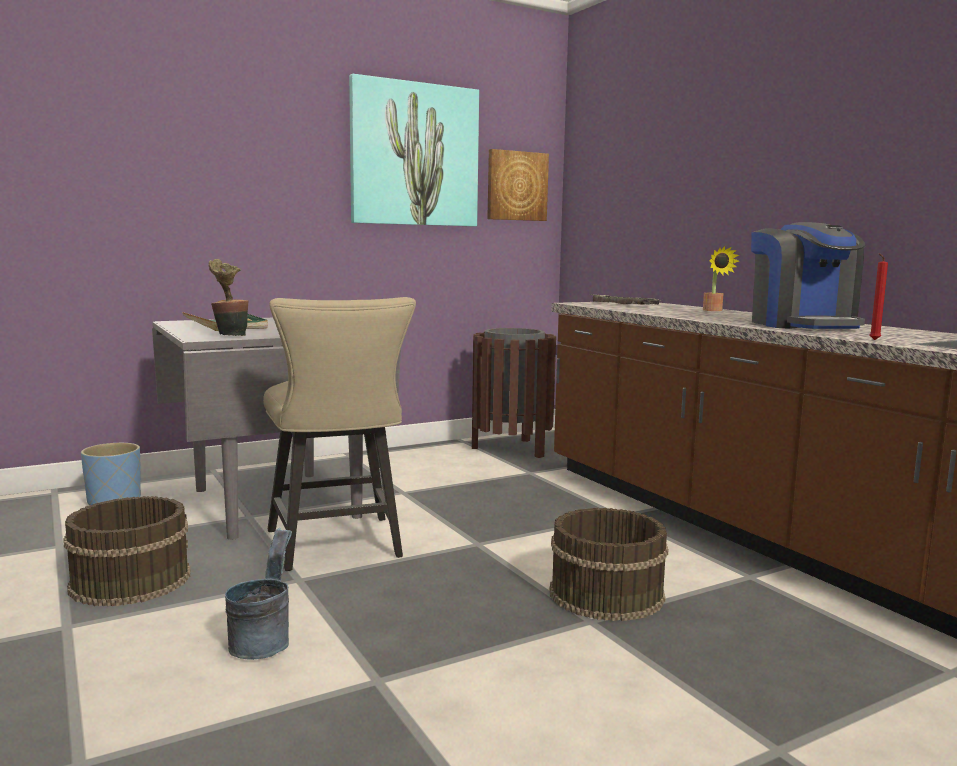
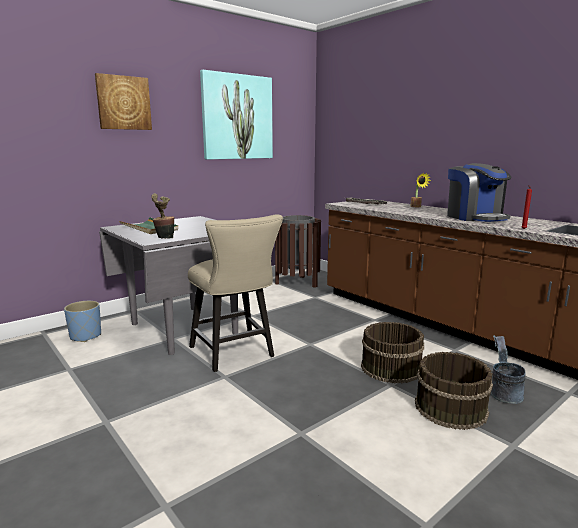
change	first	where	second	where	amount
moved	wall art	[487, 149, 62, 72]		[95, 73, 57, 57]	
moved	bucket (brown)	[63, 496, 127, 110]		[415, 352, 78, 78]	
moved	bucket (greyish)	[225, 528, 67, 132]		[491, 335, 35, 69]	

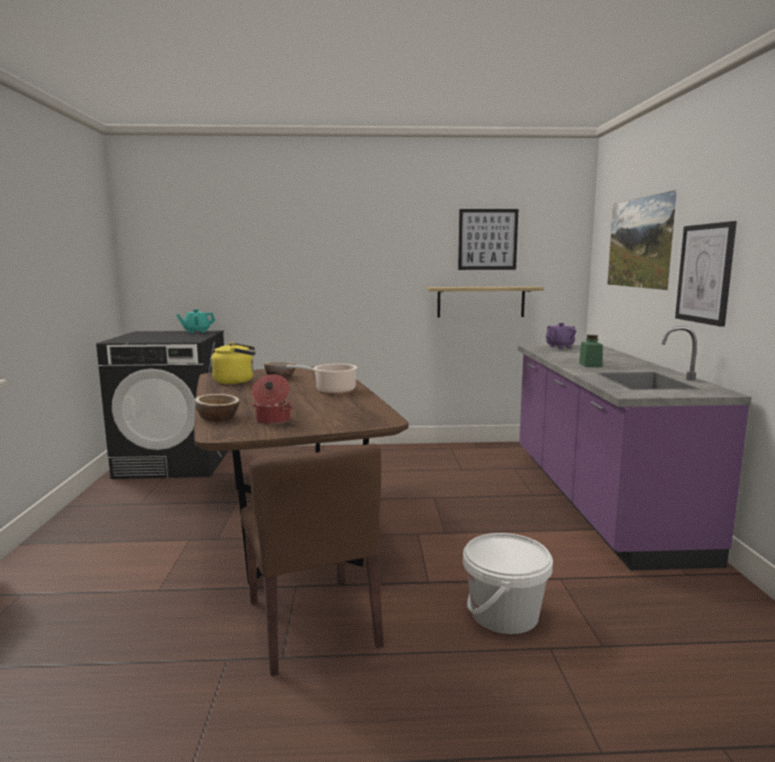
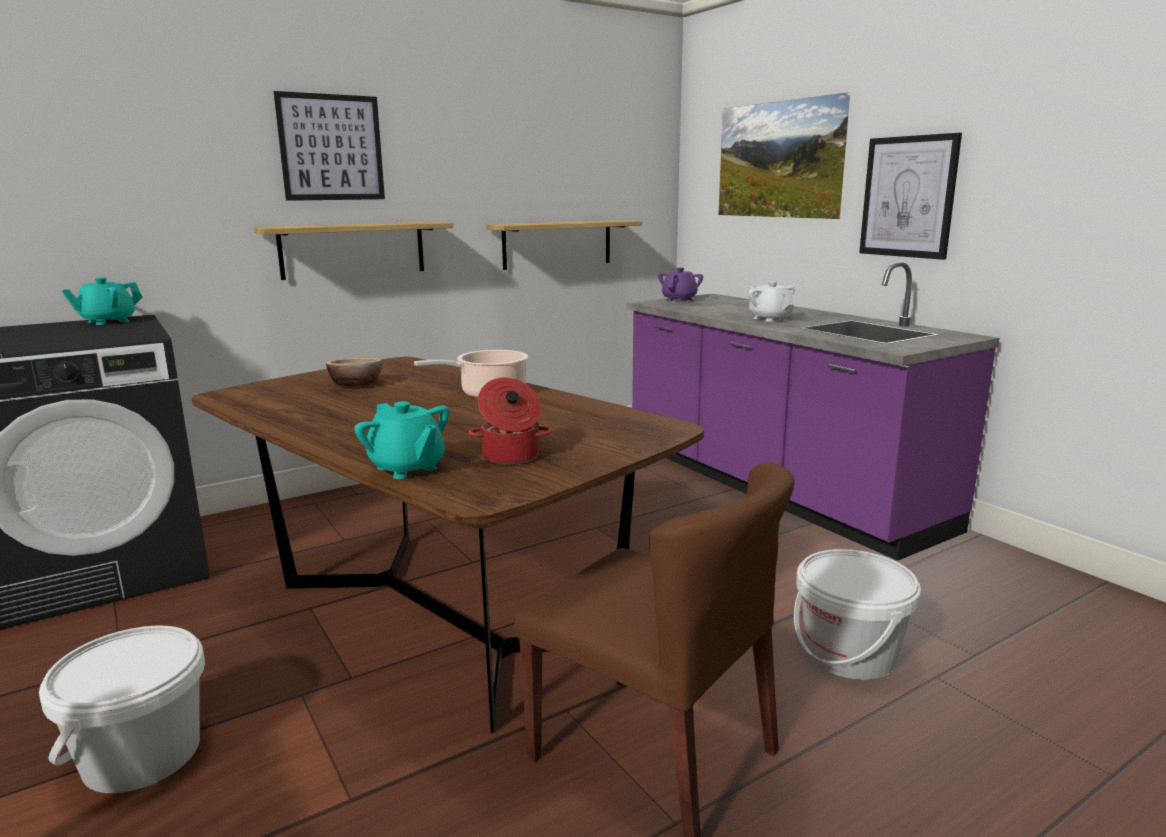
change	first	where	second	where	amount
moved	wall art	[458, 209, 60, 61]		[273, 91, 112, 110]	
replaced	preserve jar (green-coloured)	[579, 335, 24, 32]	pot for tea (white)	[749, 281, 46, 41]	
removed	water kettle (yellow)	[211, 343, 45, 41]			
replaced	deep dish	[195, 394, 44, 27]	pot for tea (turquoise)	[354, 401, 95, 78]	
added			wall shelf	[254, 222, 199, 58]	
added			bucket (white)	[39, 626, 166, 167]	

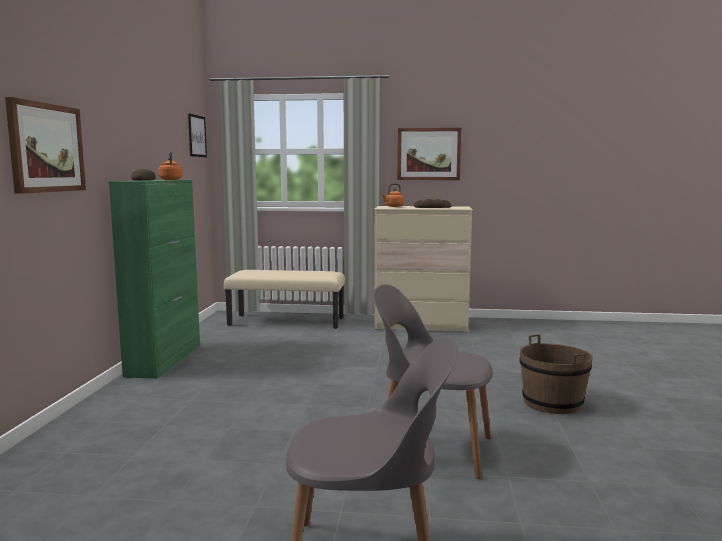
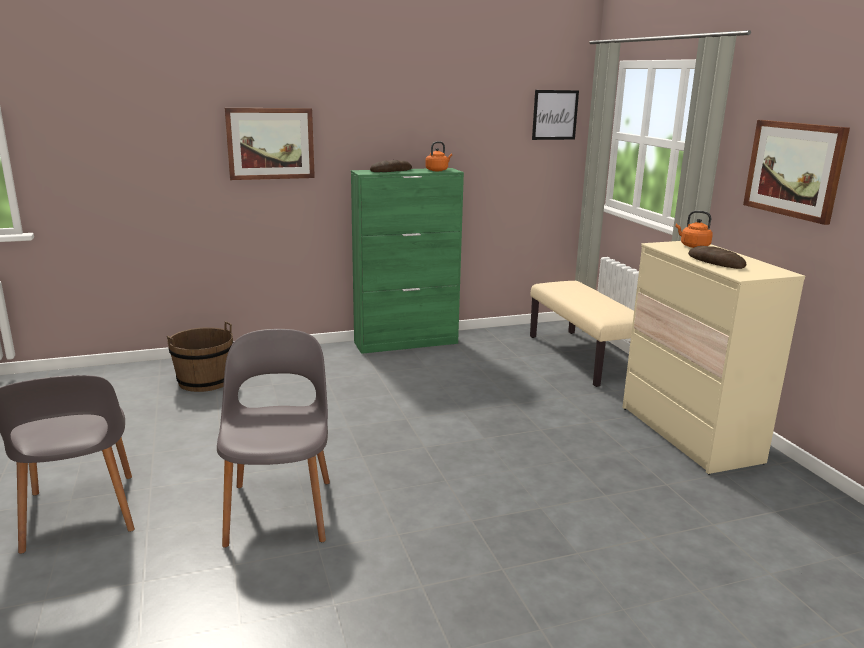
change	first	where	second	where	amount
moved	bucket (brown)	[519, 334, 74, 80]		[167, 321, 67, 71]	

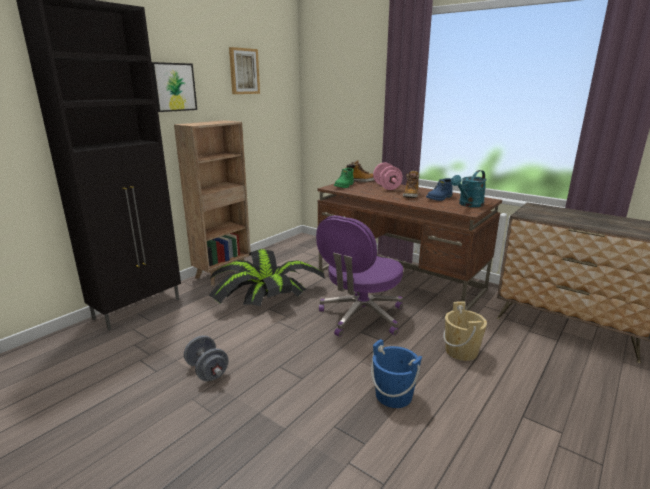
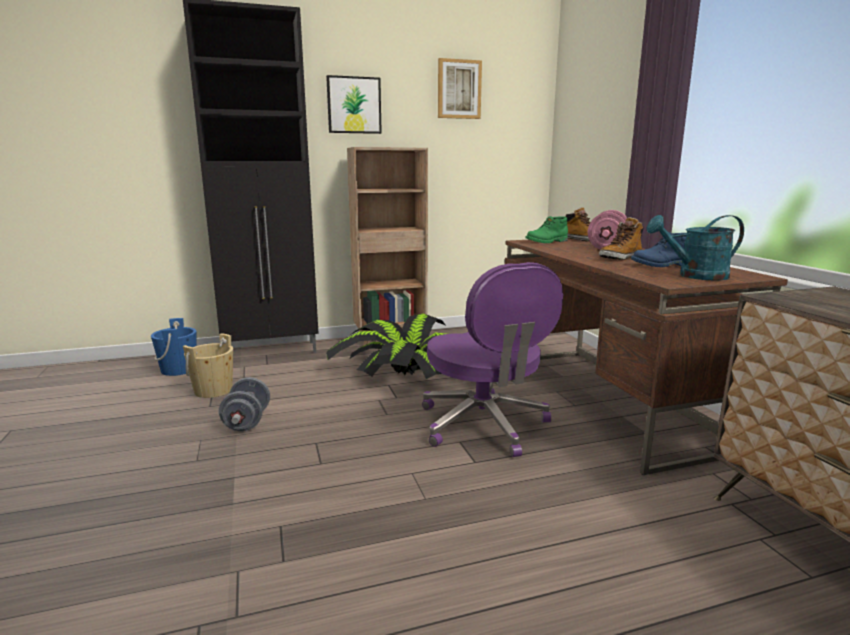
change	first	where	second	where	amount
turned	desk chair (purple-coloured)	[316, 216, 87, 121]		[422, 262, 141, 195]	90 degrees counterclockwise
moved	bucket (beige)	[443, 301, 44, 60]		[183, 333, 50, 65]	
moved	bucket (blue)	[371, 339, 51, 69]		[151, 318, 46, 58]	

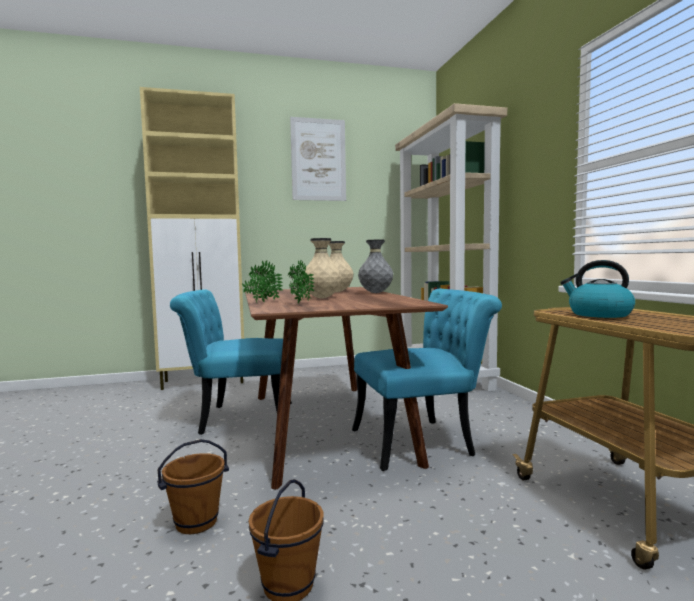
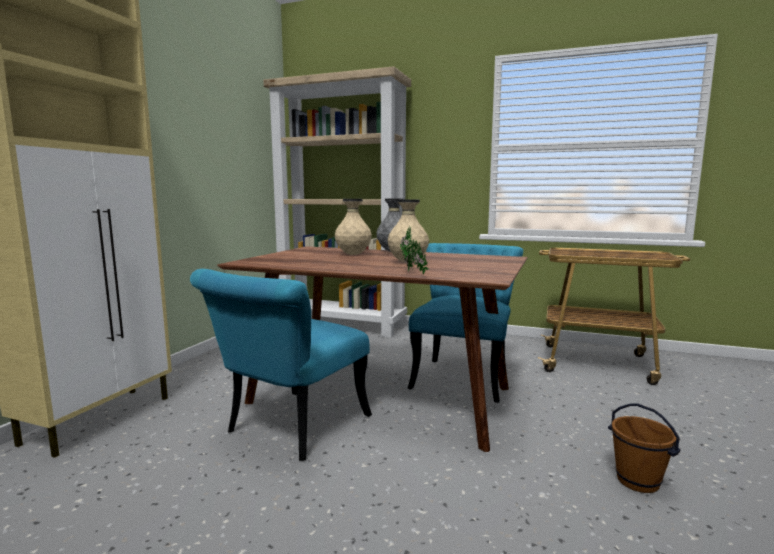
change	first	where	second	where	amount
removed	wall art	[290, 117, 56, 84]			
removed	plant in a pot	[288, 259, 26, 45]			
removed	water kettle	[560, 260, 75, 58]			
removed	bucket (brown)	[157, 439, 72, 95]			

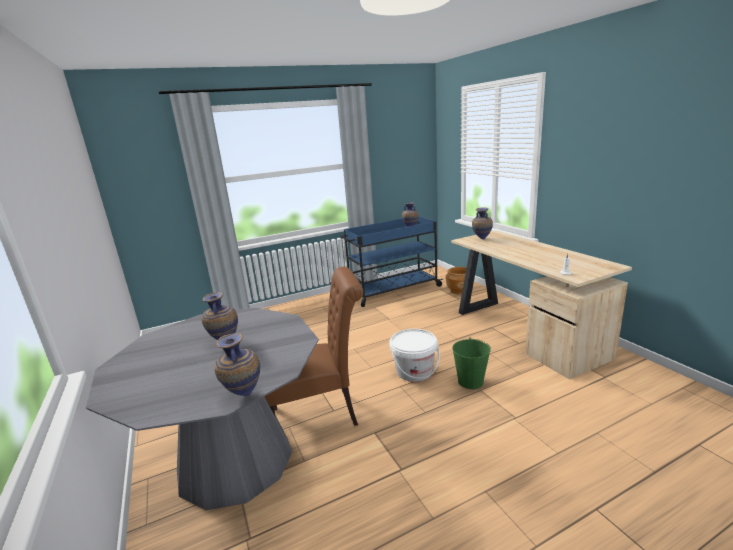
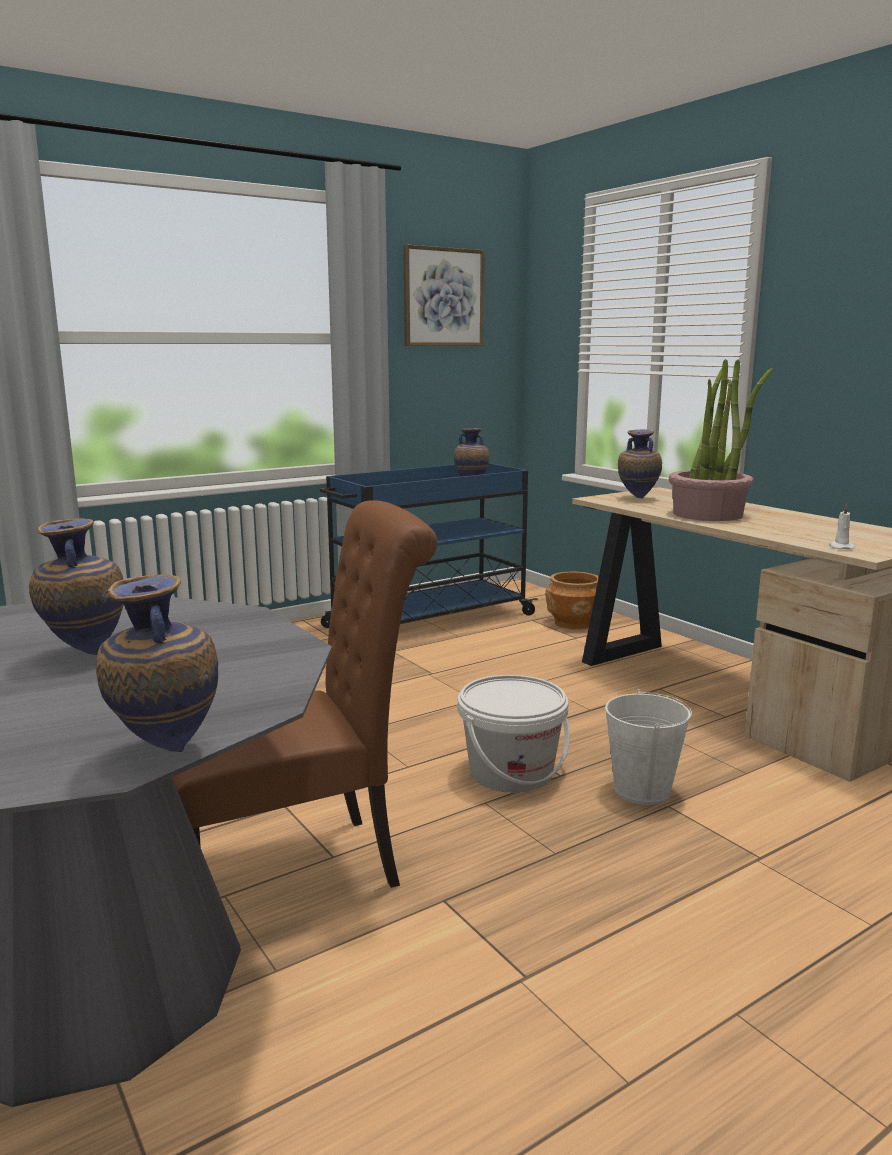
change	first	where	second	where	amount
recoloured	bucket (green-coloured)	[452, 337, 39, 52]	bucket (white)	[605, 689, 87, 116]	
added			wall art	[403, 244, 82, 102]	
added			plant in a pot	[669, 359, 104, 162]	

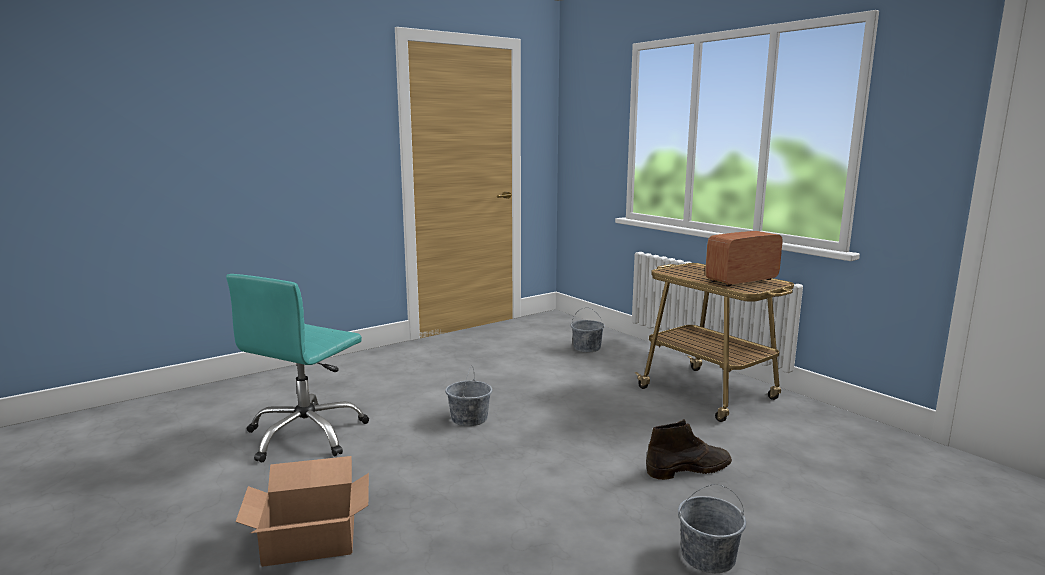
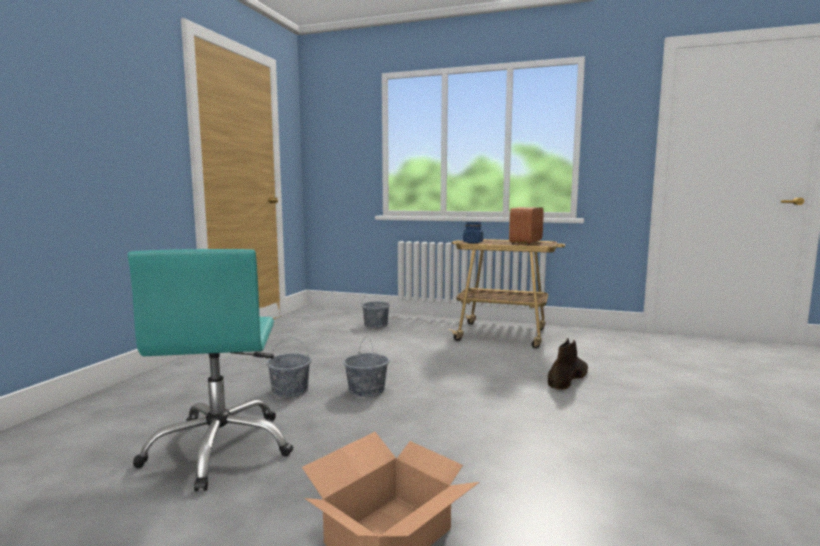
change	first	where	second	where	amount
moved	bucket (greyish)	[678, 484, 68, 89]		[266, 338, 45, 60]	
added			preserve jar (blue)	[463, 221, 20, 22]	

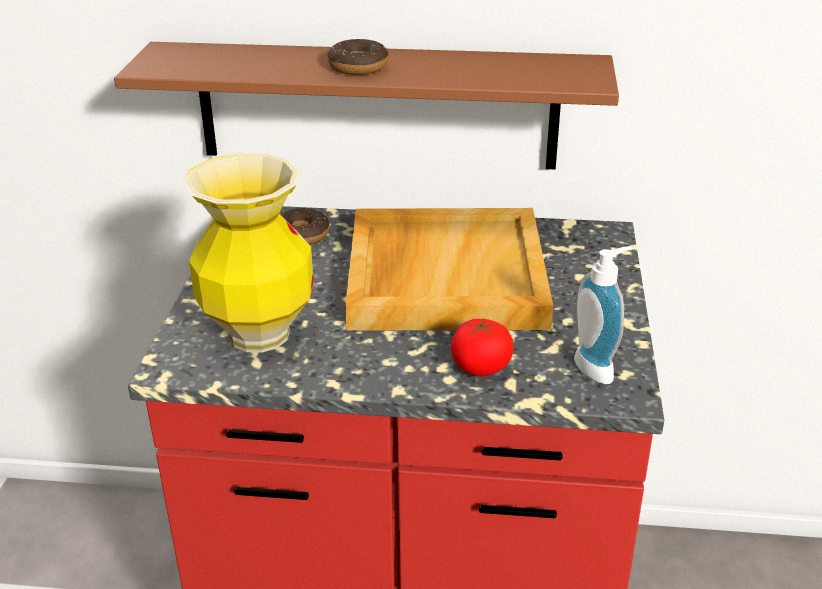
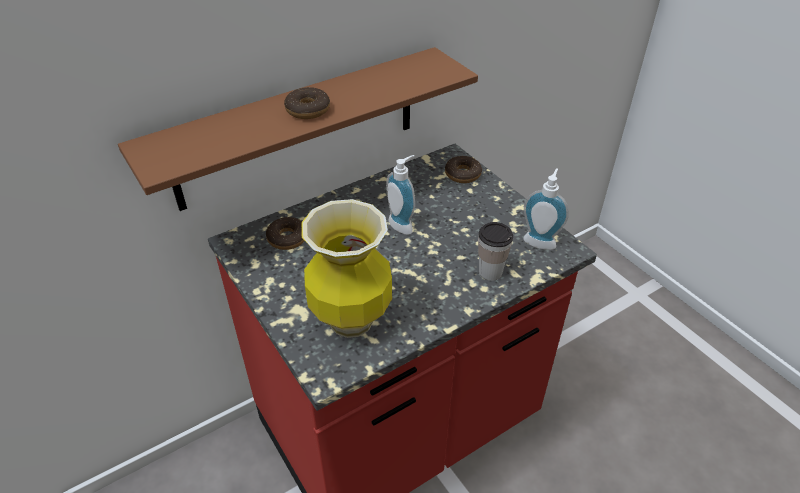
change	first	where	second	where	amount
replaced	carrying tray (beige)	[345, 208, 208, 123]	soap dispenser	[386, 155, 29, 80]	
replaced	fresh tomato	[451, 317, 63, 59]	drinking cup	[478, 222, 35, 59]	
added			ring doughnut	[445, 156, 37, 27]	

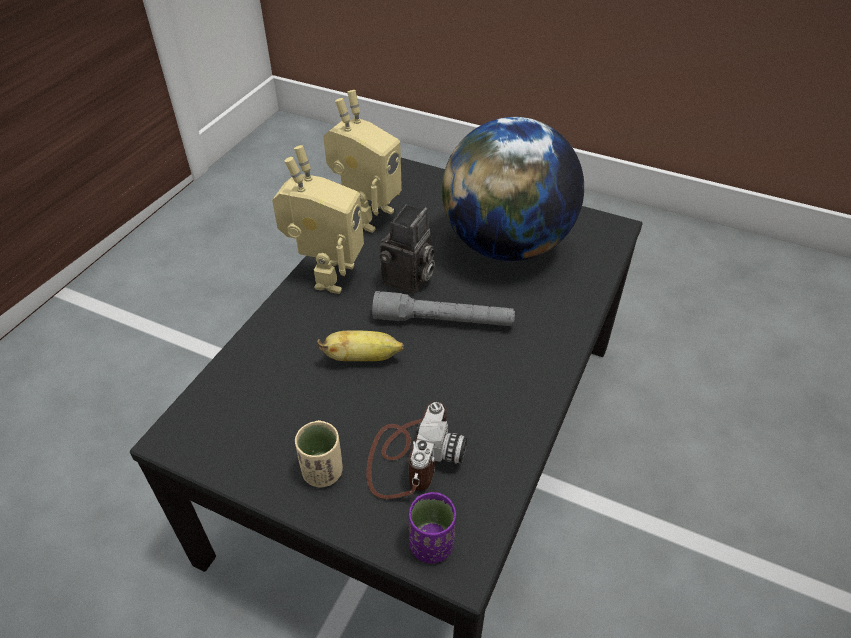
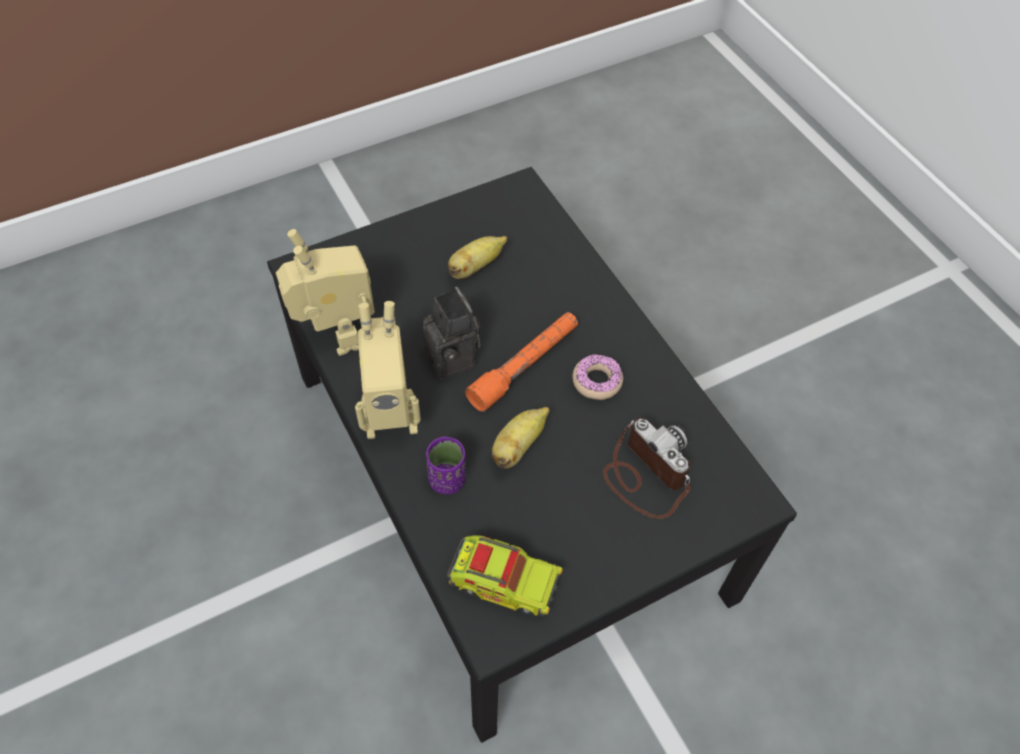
change	first	where	second	where	amount
replaced	desk globe	[442, 117, 142, 144]	banana	[448, 236, 59, 43]	
turned	robot figure	[272, 145, 92, 149]		[355, 301, 66, 138]	120 degrees clockwise
recoloured	hand torch (greyish)	[372, 291, 143, 35]	hand torch (orangey)	[465, 312, 113, 100]	
removed	drinking cup (beige)	[295, 420, 48, 67]			
moved	drinking cup (purple-coloured)	[409, 492, 47, 71]		[426, 437, 40, 57]	
added			ring doughnut	[572, 354, 51, 46]	
added			model truck	[447, 535, 116, 81]	

